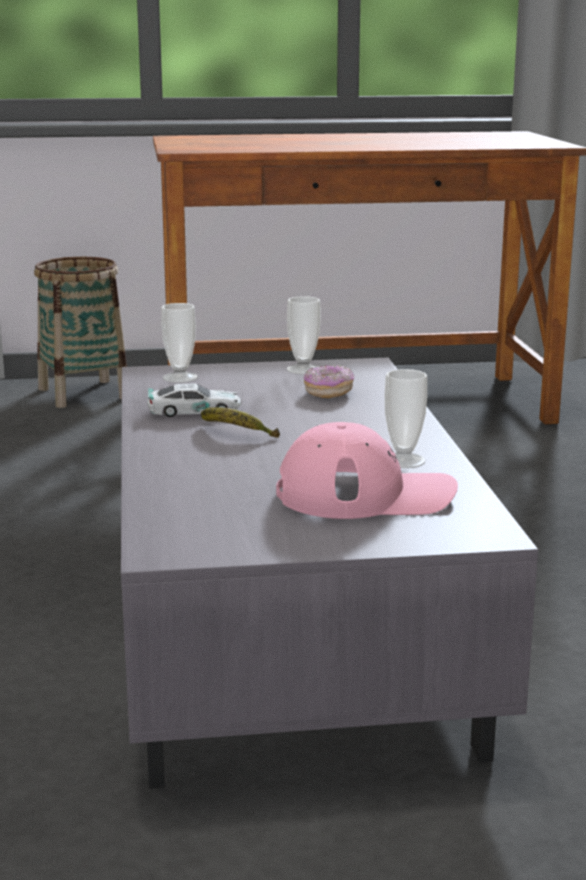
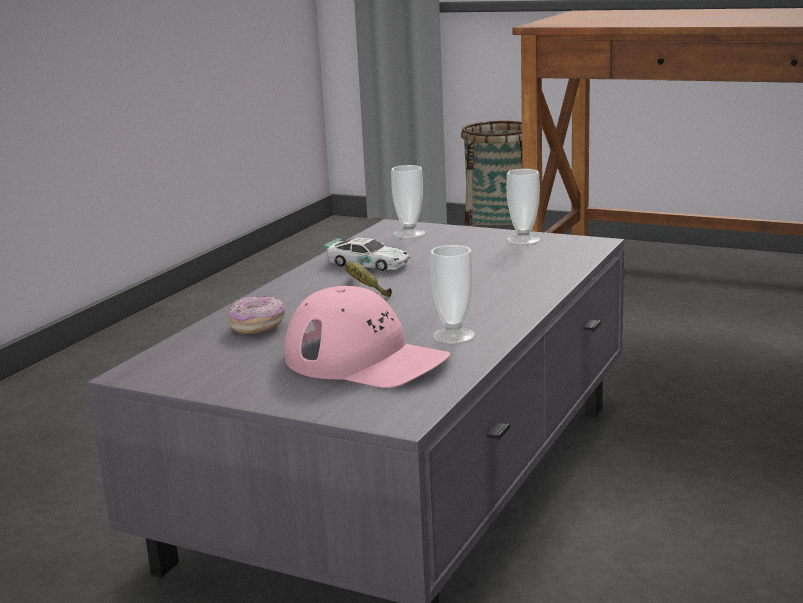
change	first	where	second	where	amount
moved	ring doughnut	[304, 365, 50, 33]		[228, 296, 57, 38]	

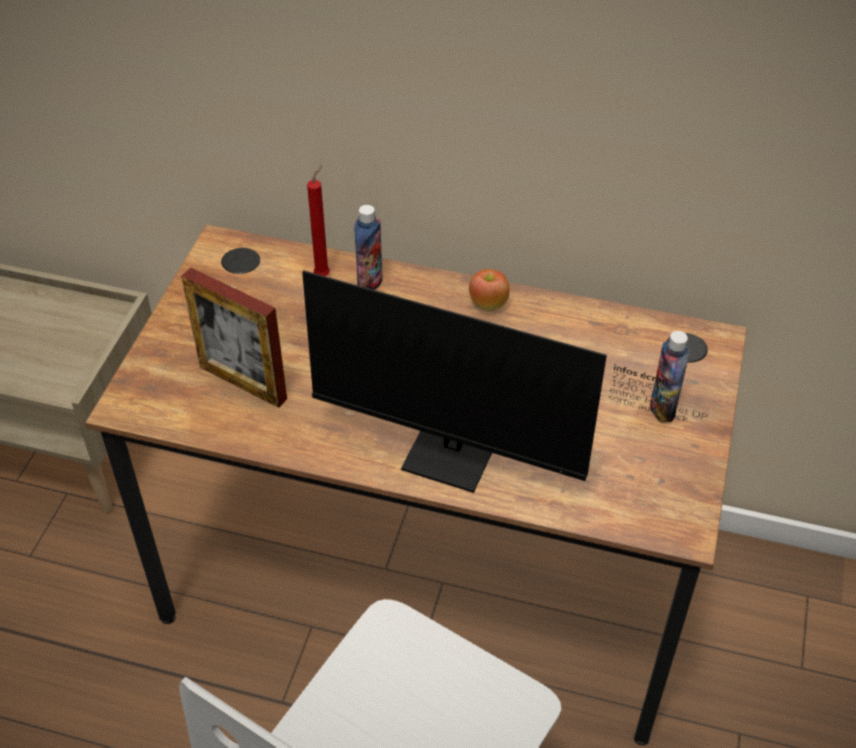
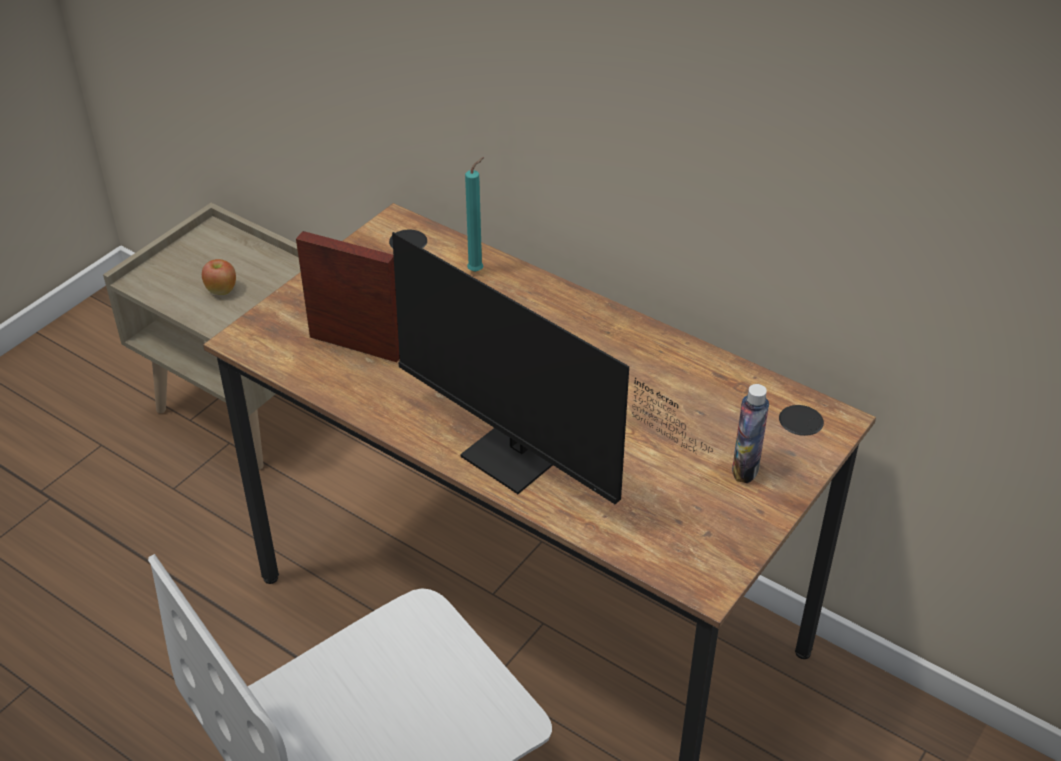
change	first	where	second	where	amount
recoloured	candle (reddish)	[307, 165, 23, 111]	candle (turquoise)	[465, 157, 19, 115]	
removed	beverage bottle	[354, 205, 29, 85]			
turned	photo frame	[181, 268, 106, 140]		[296, 231, 104, 131]	150 degrees clockwise
moved	apple	[469, 269, 41, 42]		[202, 259, 34, 36]	

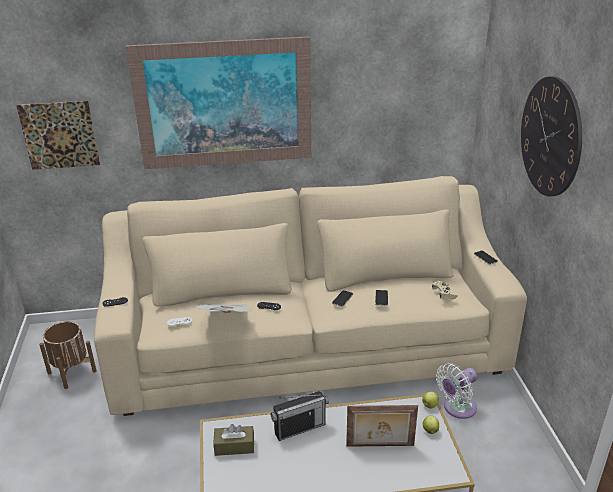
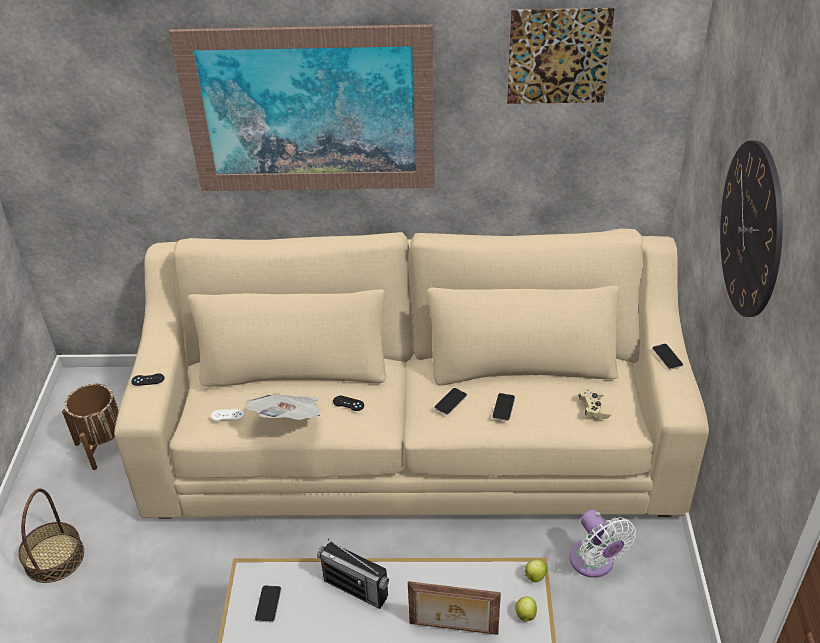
change	first	where	second	where	amount
moved	wall art	[16, 101, 84, 69]		[507, 8, 107, 96]	
turned	cooling fan (white)	[436, 363, 42, 56]		[570, 509, 66, 69]	90 degrees counterclockwise
turned	radio set	[271, 391, 58, 50]		[317, 539, 72, 70]	45 degrees clockwise
replaced	box of tissues (brown)	[213, 424, 41, 32]	phone	[255, 585, 26, 37]	
added			household basket	[18, 488, 66, 95]	

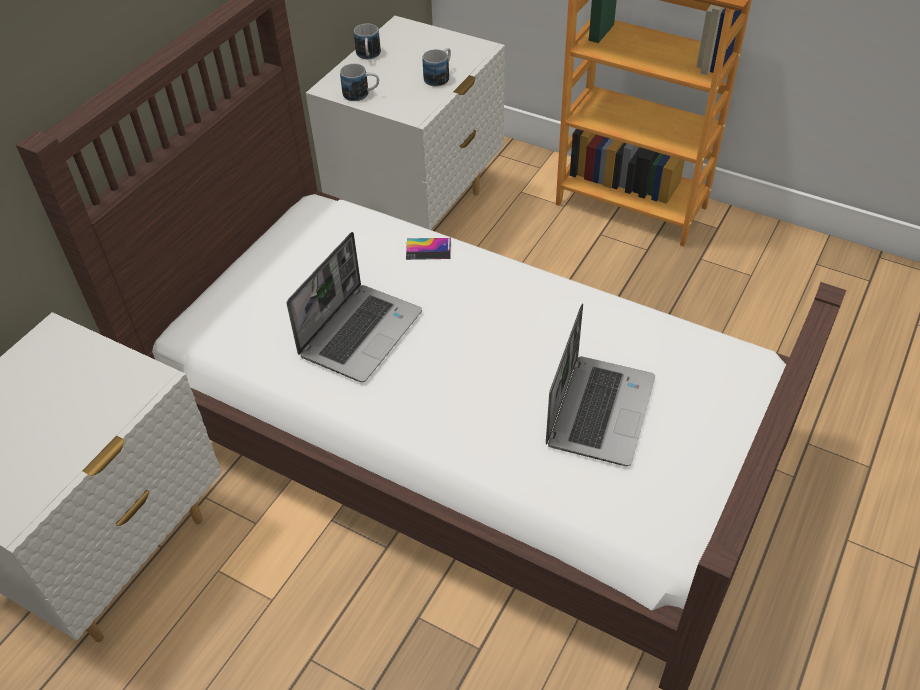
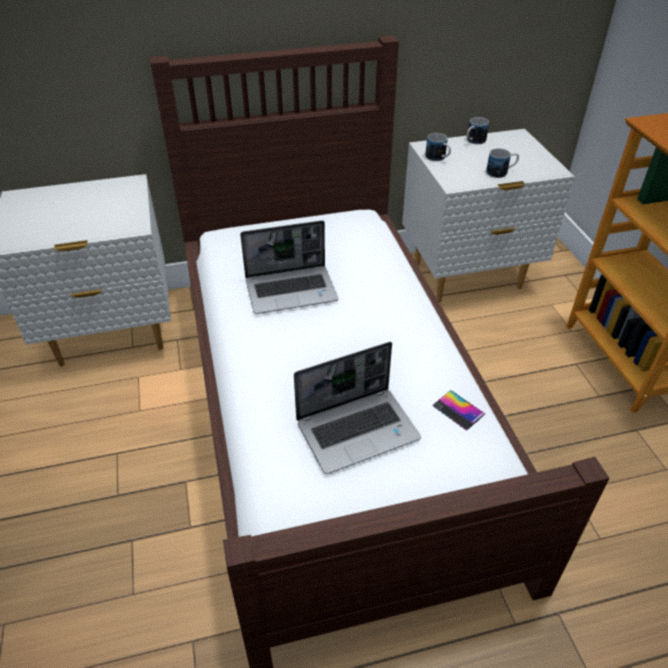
change	first	where	second	where	amount
moved	phone	[406, 238, 45, 22]		[432, 390, 53, 41]	

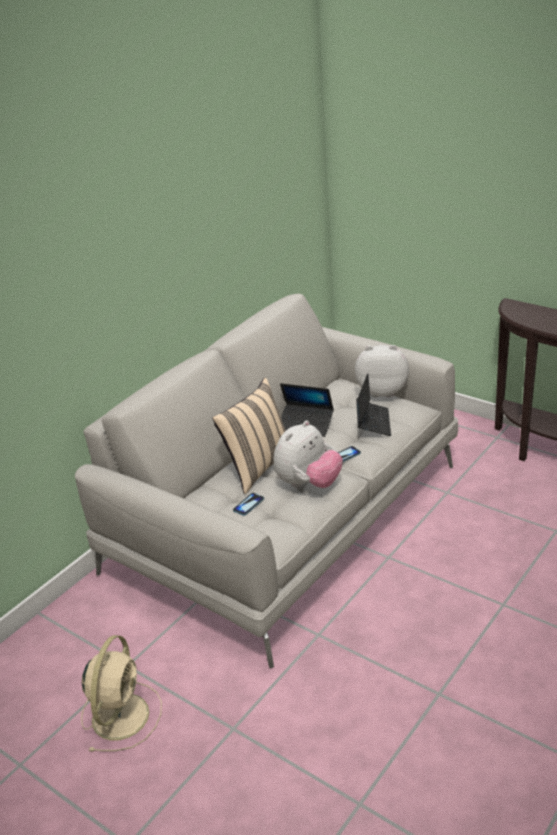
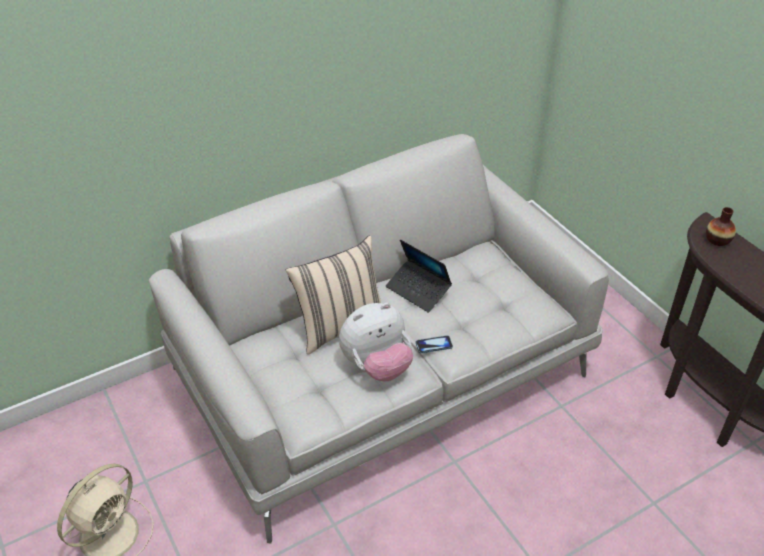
change	first	where	second	where	amount
removed	plush toy	[355, 345, 54, 52]			
removed	notebook computer	[356, 373, 35, 63]			
removed	phone	[233, 493, 31, 23]			
added			flower vase	[706, 207, 30, 39]	

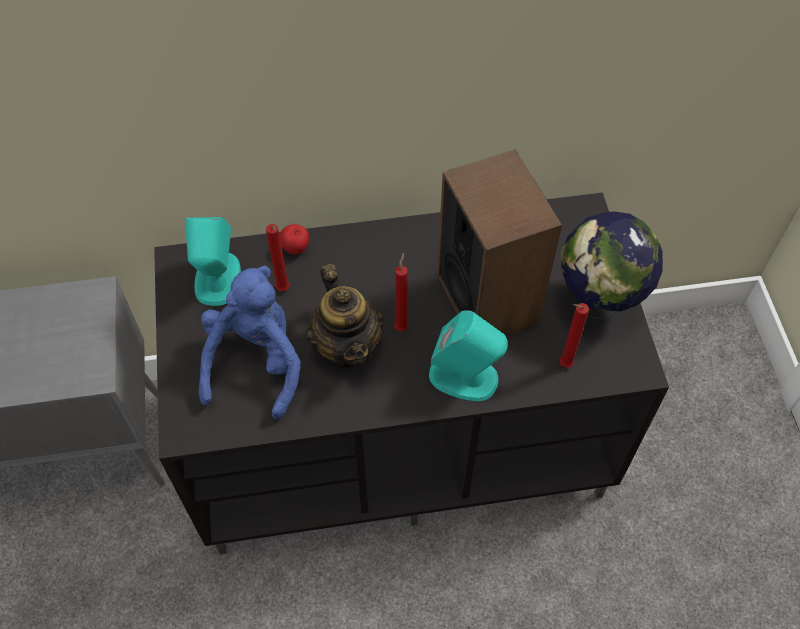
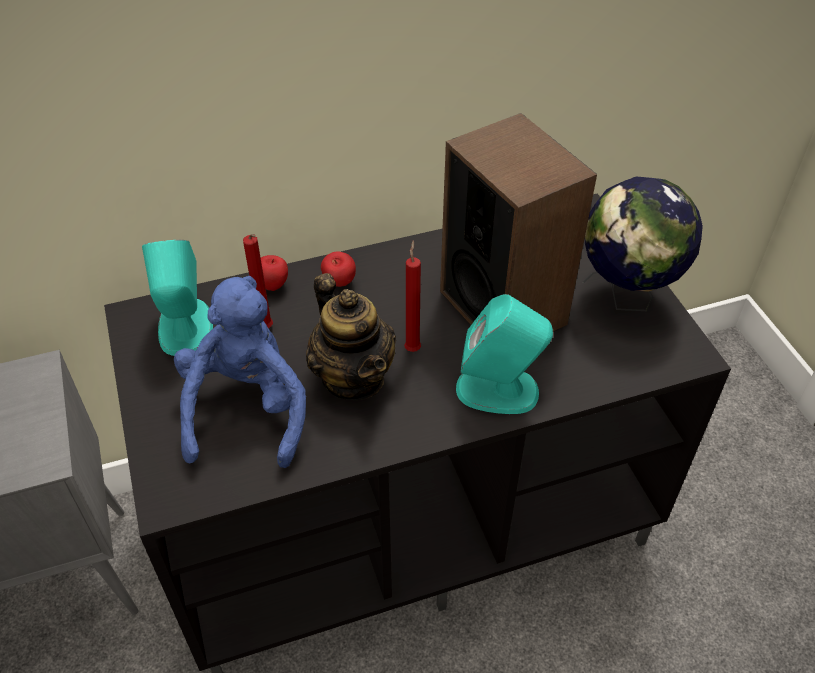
change	first	where	second	where	amount
removed	candle (reddish)	[560, 303, 29, 65]			
added			apple	[321, 252, 35, 35]	

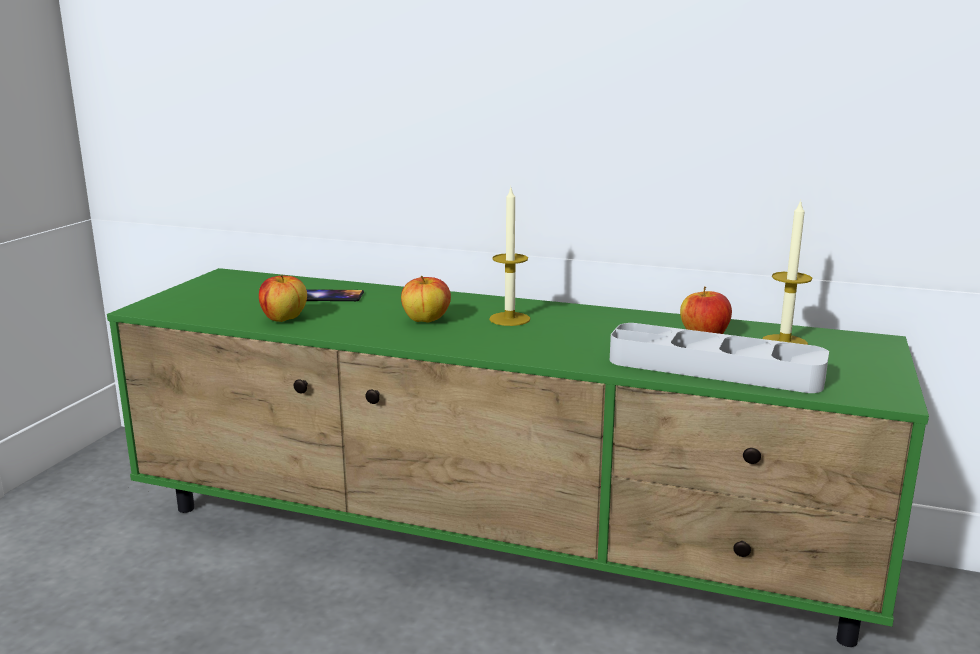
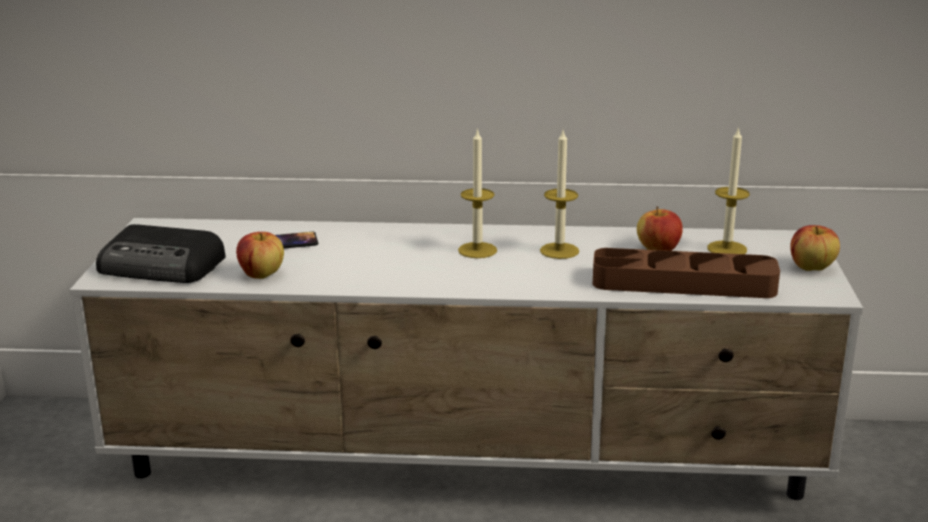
change	first	where	second	where	amount
recoloured	tv stand (green-coloured)	[107, 268, 822, 379]	tv stand (white)	[70, 218, 793, 282]	
moved	apple	[401, 276, 50, 47]		[790, 225, 50, 46]	
recoloured	carrying tray (greyish)	[610, 323, 219, 70]	carrying tray (brown)	[592, 248, 188, 50]	
added			candle	[540, 131, 39, 128]	
added			radio set	[96, 224, 130, 59]	

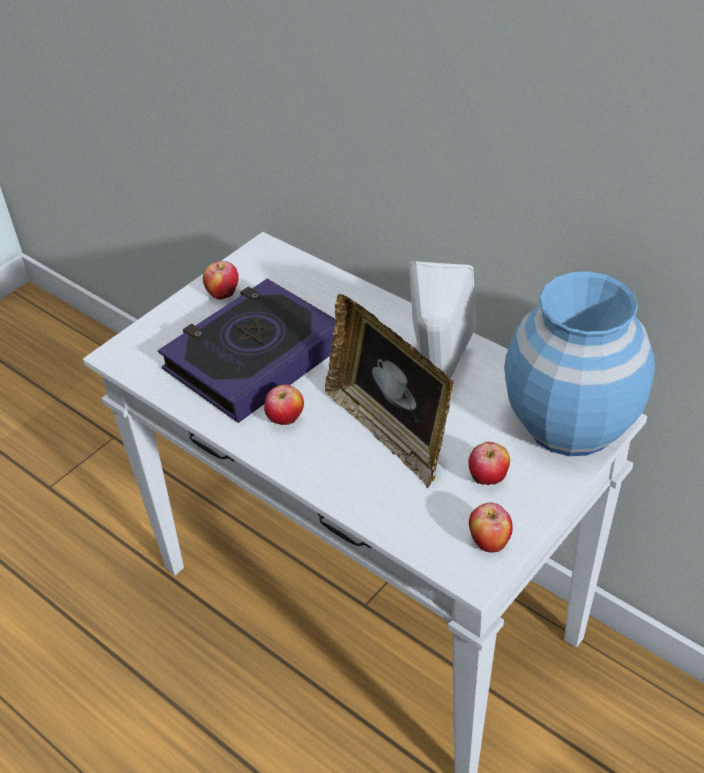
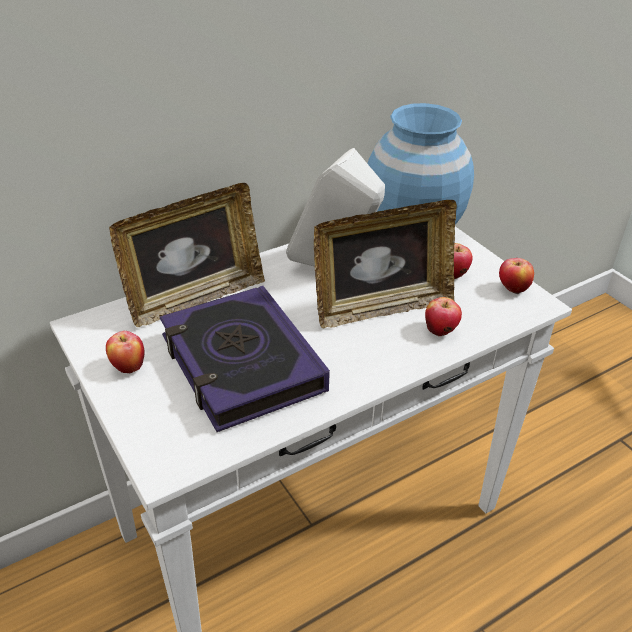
change	first	where	second	where	amount
moved	apple	[264, 385, 40, 40]		[425, 297, 37, 39]	
added			photo frame	[109, 183, 156, 144]	

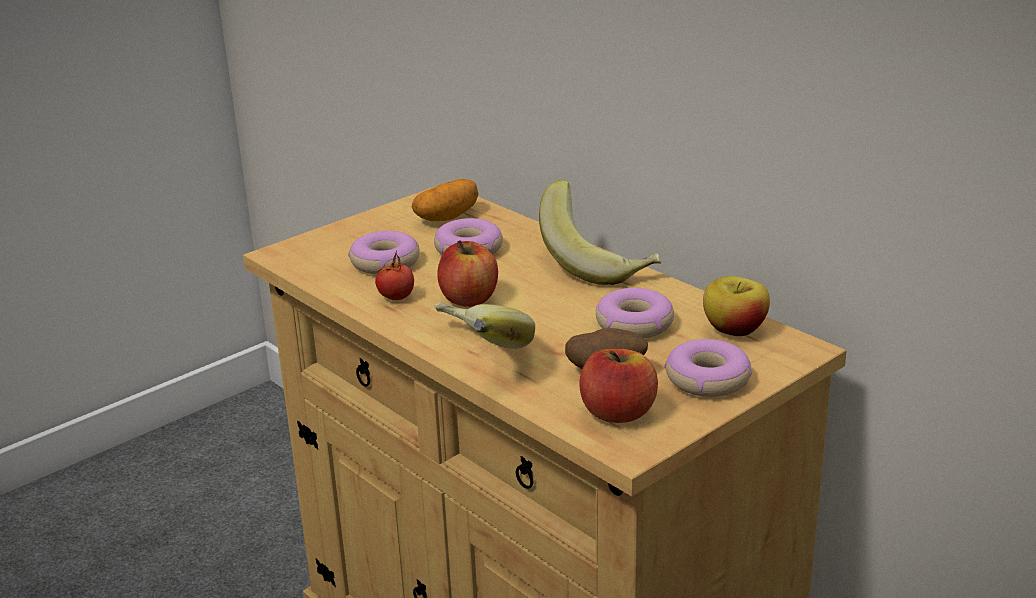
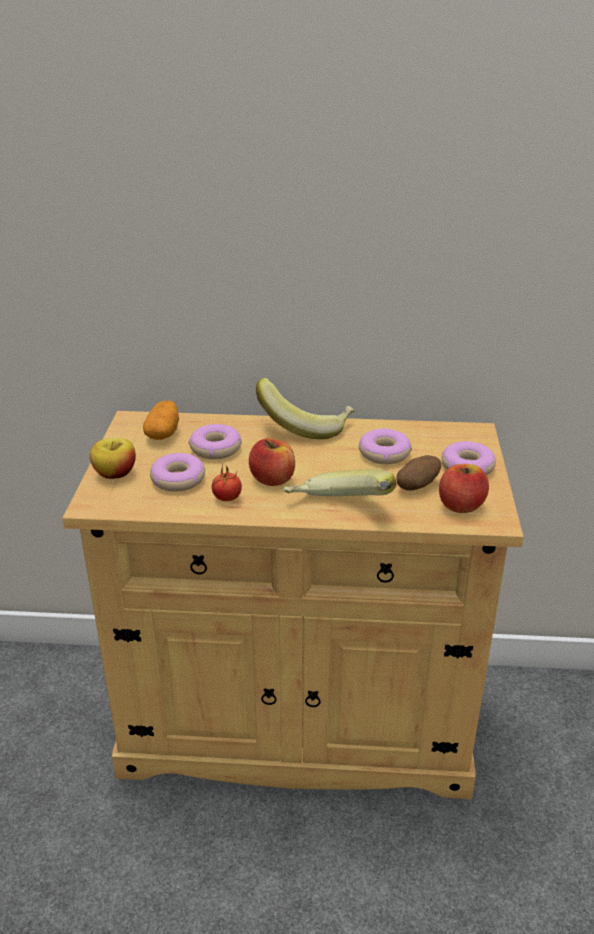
change	first	where	second	where	amount
moved	apple	[703, 276, 67, 60]		[90, 438, 46, 41]	

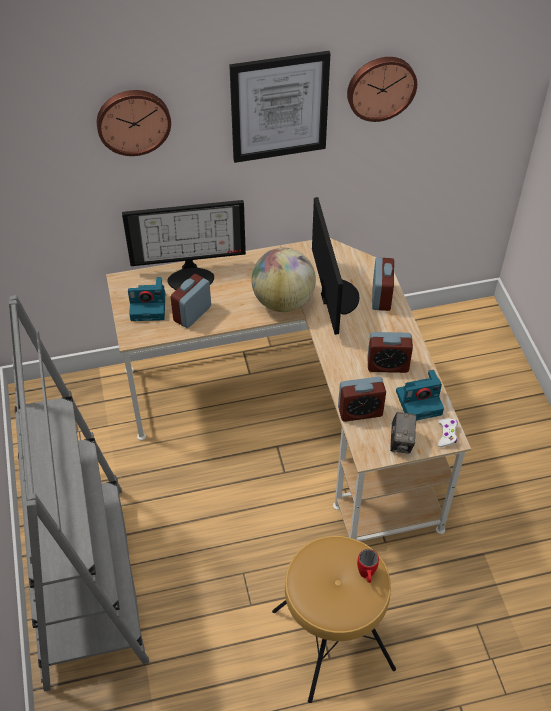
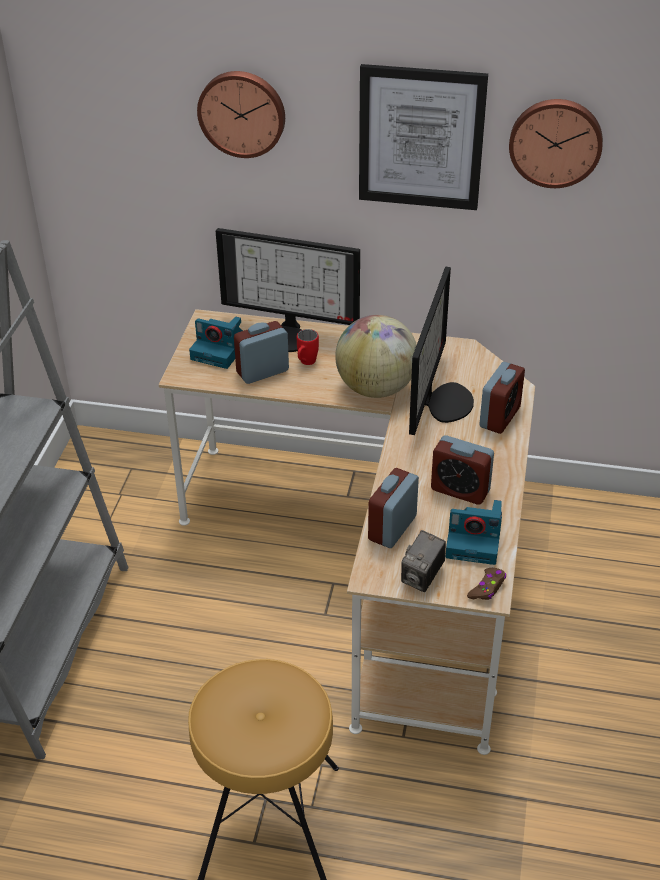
change	first	where	second	where	amount
turned	table clock	[338, 377, 48, 45]		[368, 468, 51, 80]	105 degrees clockwise
recoloured	gamepad (white)	[438, 418, 20, 29]	gamepad (brown)	[467, 568, 39, 32]	
moved	coffee mug (reddish)	[357, 549, 22, 34]		[297, 329, 22, 36]	

